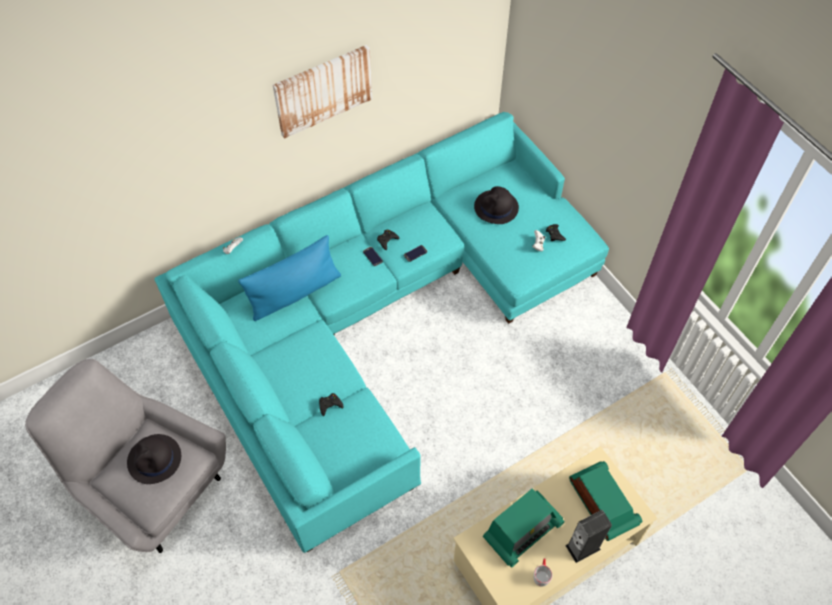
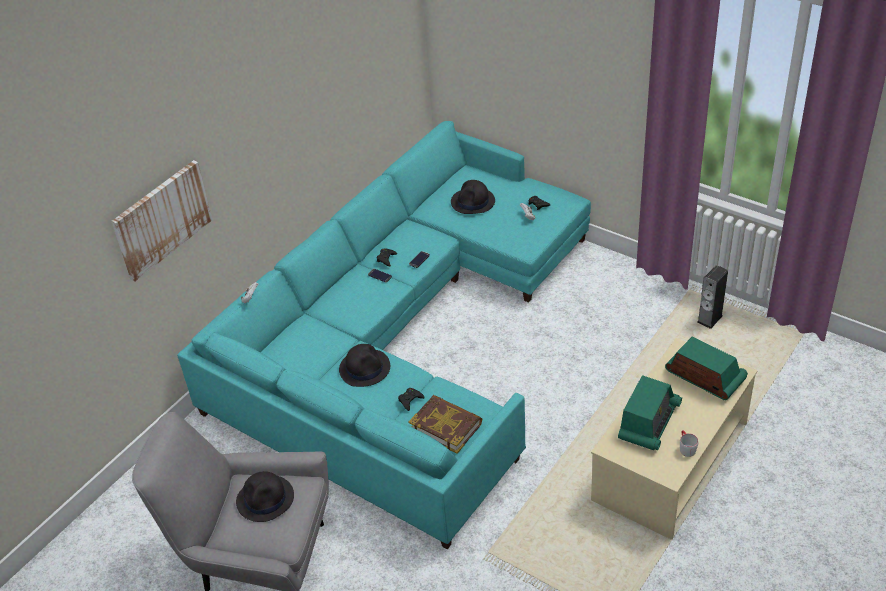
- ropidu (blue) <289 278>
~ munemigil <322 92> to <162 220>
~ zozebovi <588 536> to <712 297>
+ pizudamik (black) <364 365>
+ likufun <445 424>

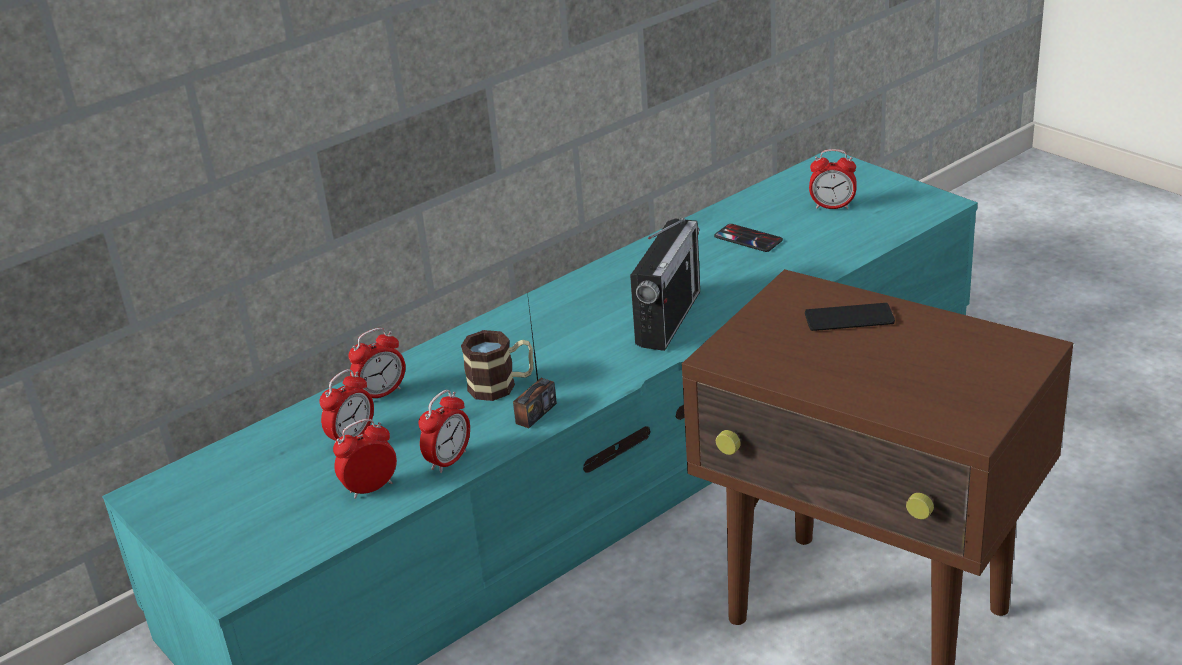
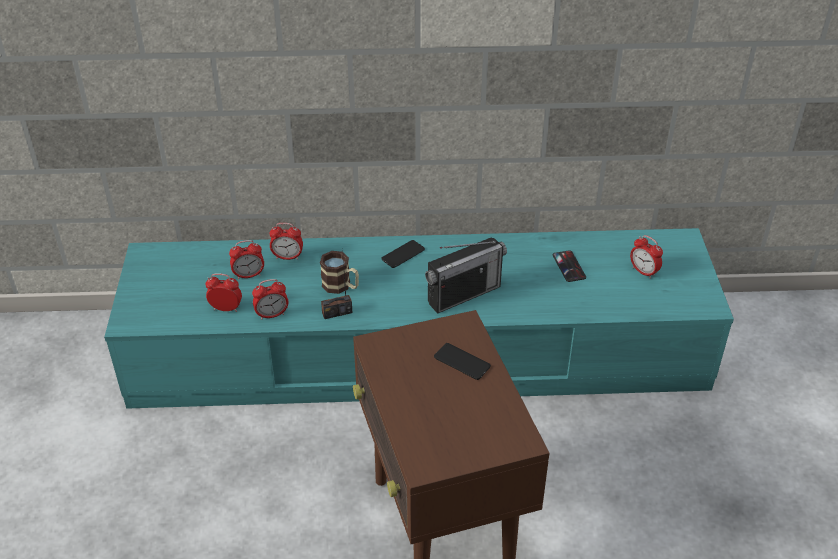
+ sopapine <403 254>

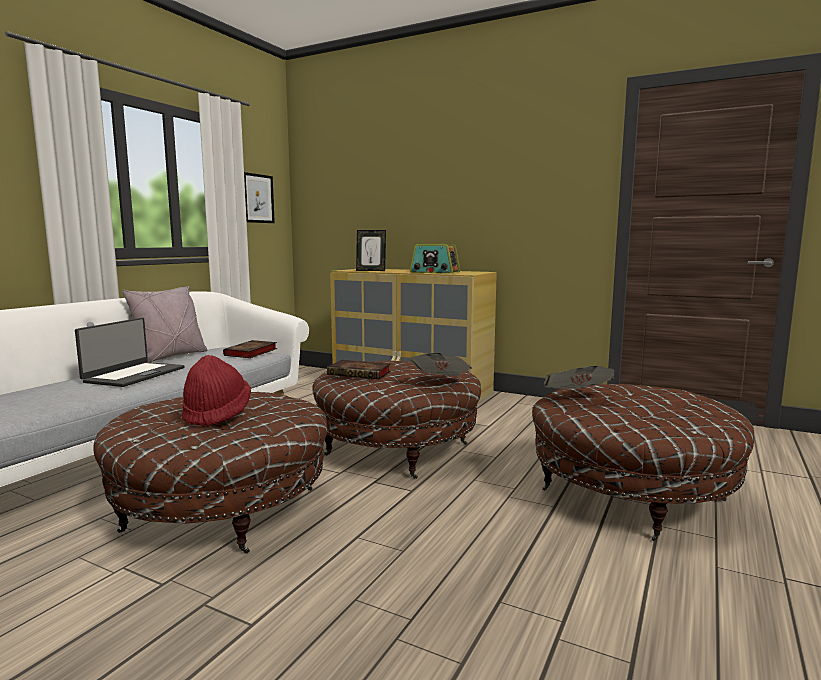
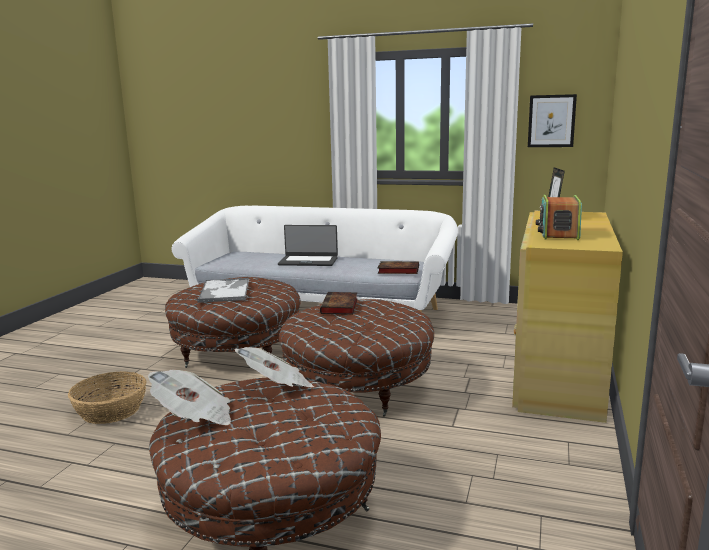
- ropidu (purple) <164 324>
~ pizudamik (red) <216 390> to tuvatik <223 290>
~ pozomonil <440 364> to <189 397>
+ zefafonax <107 397>

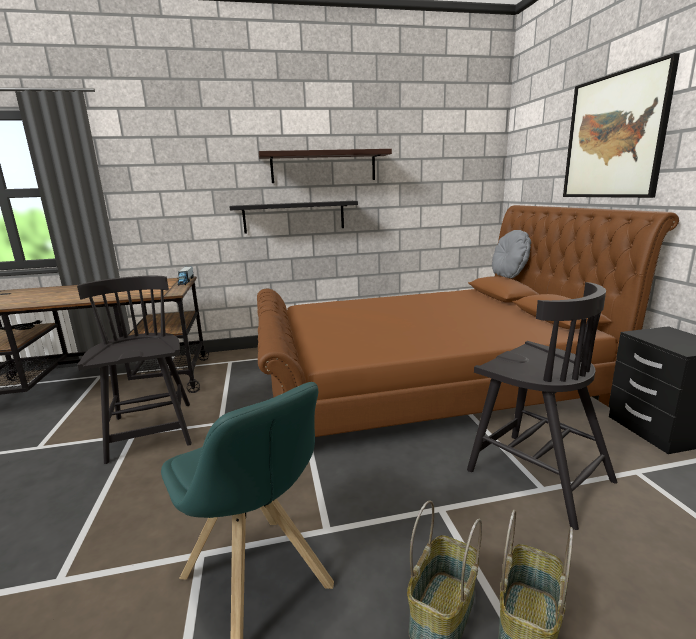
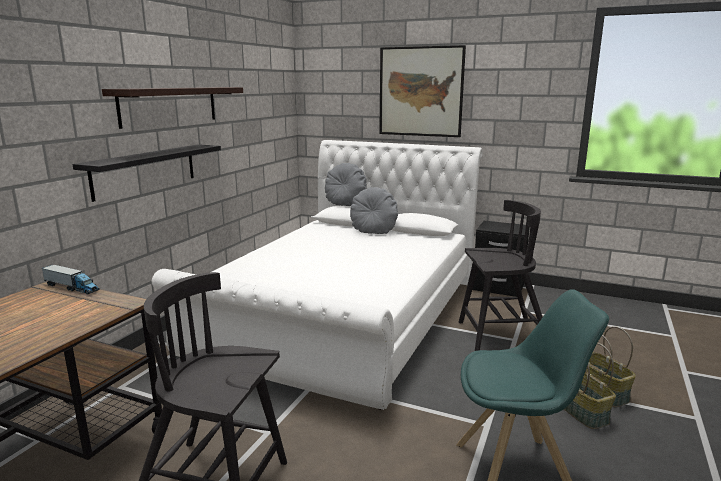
~ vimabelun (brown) <468 321> to vimabelun (white) <317 275>
+ ropidu (grey) <374 210>

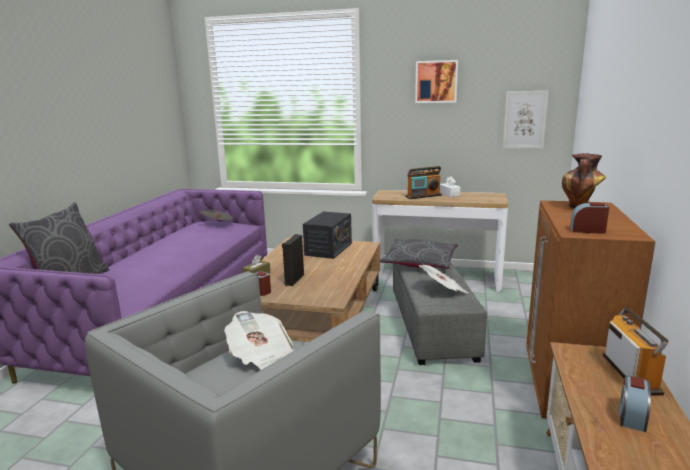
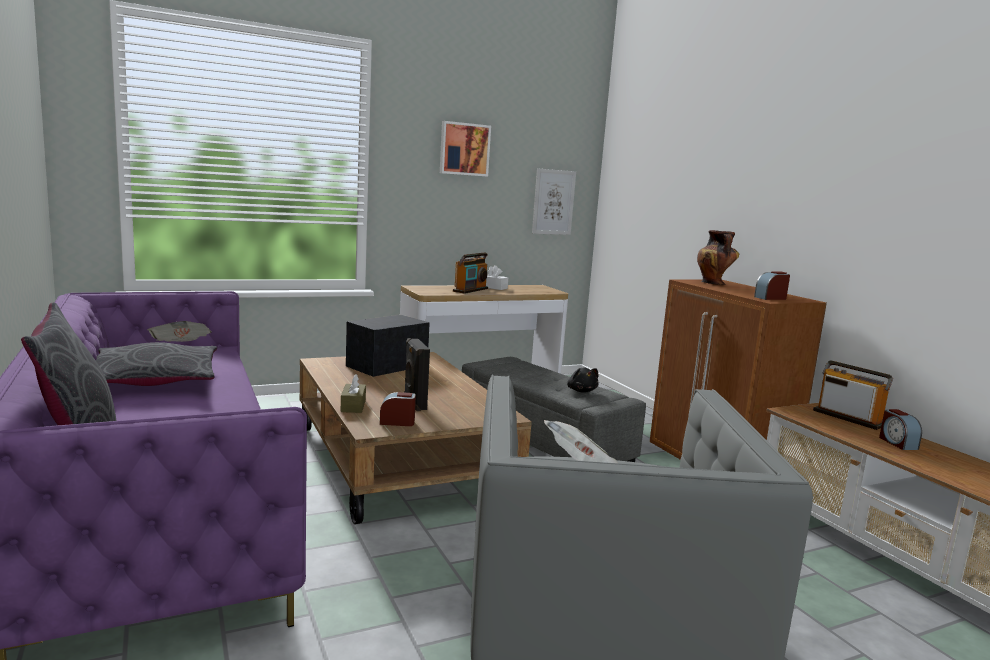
~ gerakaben <327 235> = <388 346> 120 degrees counterclockwise
~ ropidu (grey) <418 254> to <156 364>
~ pozomonil <443 279> to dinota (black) <583 380>

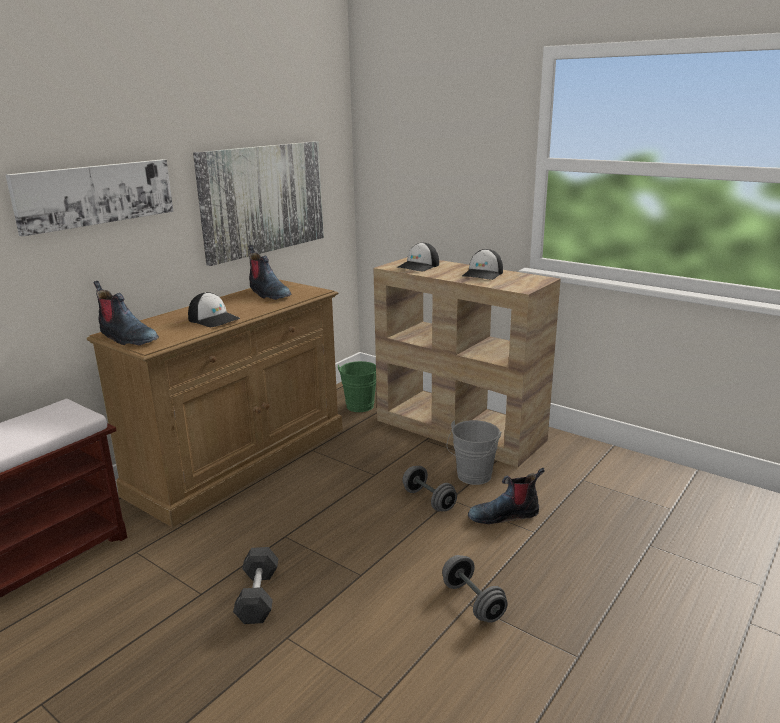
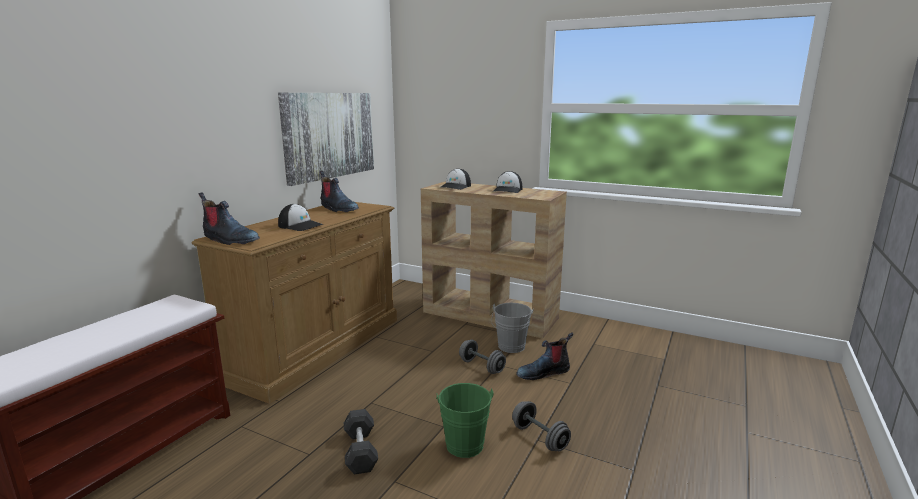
- munemigil <89 198>
~ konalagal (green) <357 386> to <465 420>

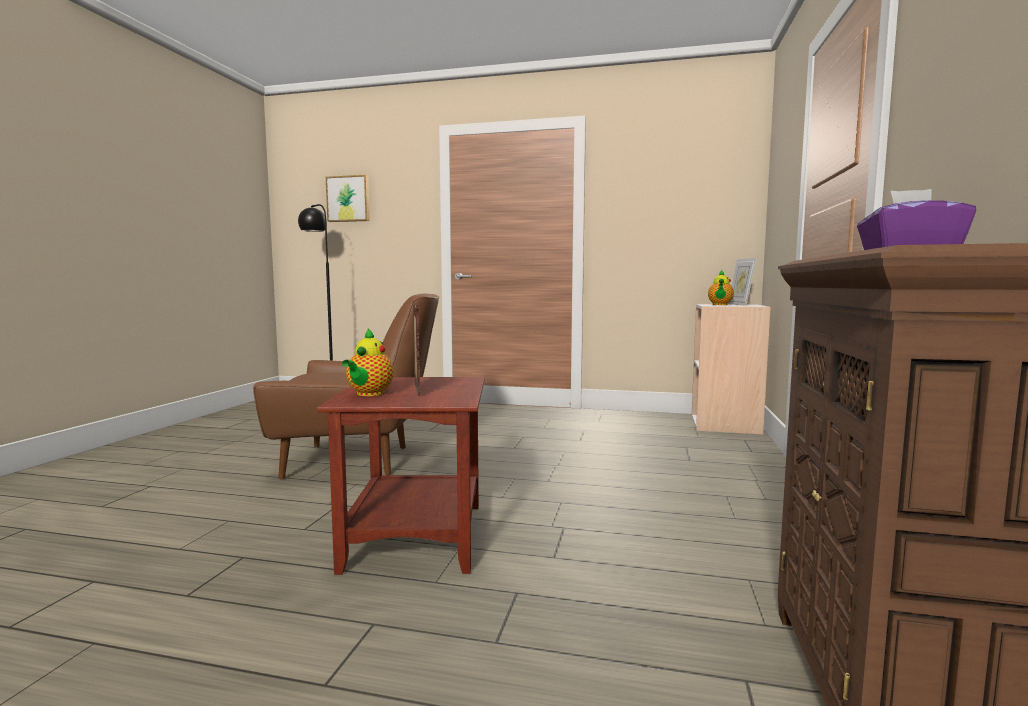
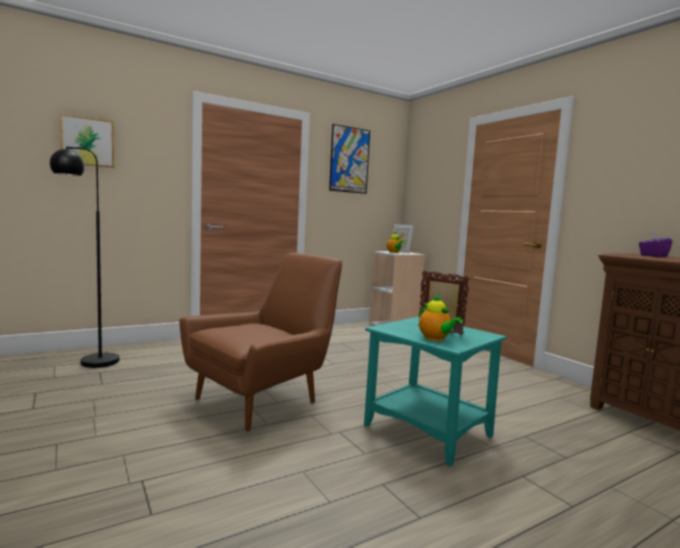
~ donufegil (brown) <401 476> to donufegil (turquoise) <435 391>
+ munemigil <349 159>

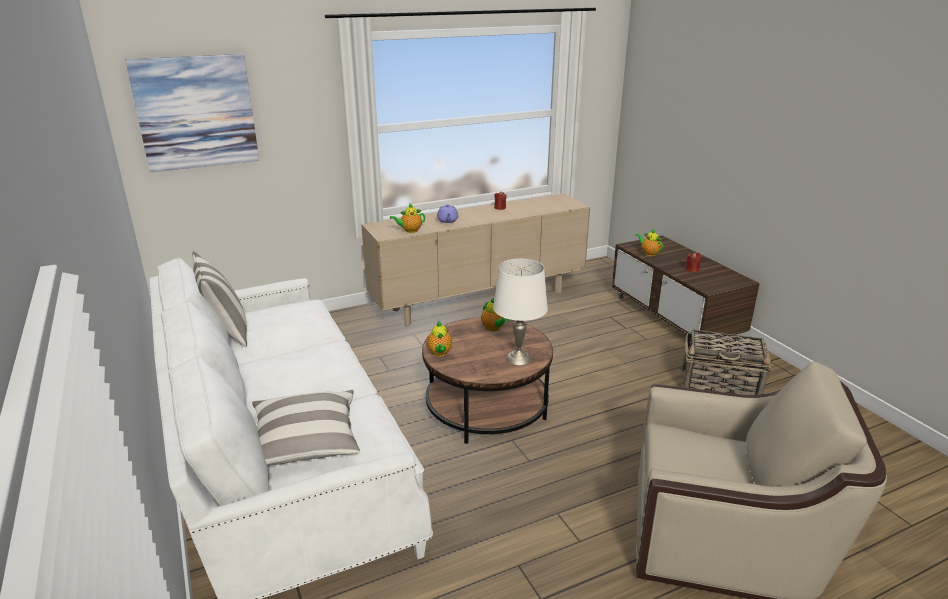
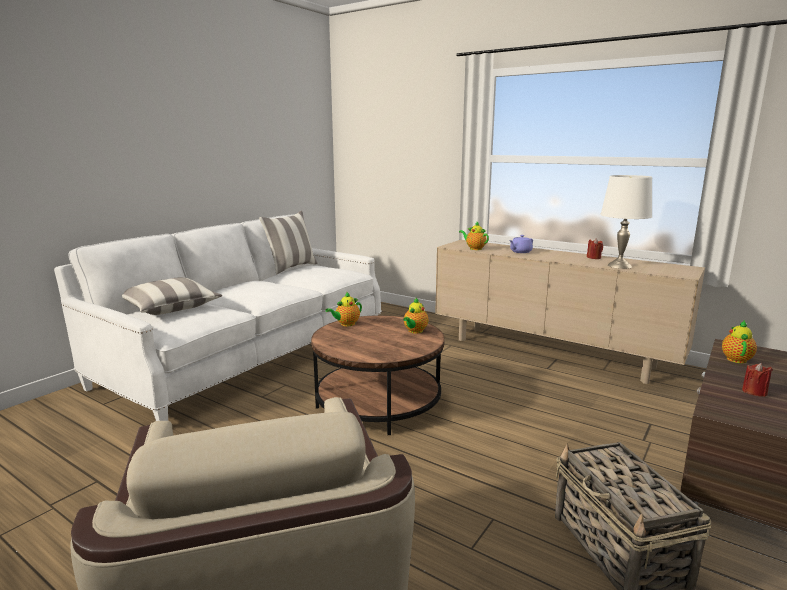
- munemigil <192 113>
~ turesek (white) <520 312> to <626 222>

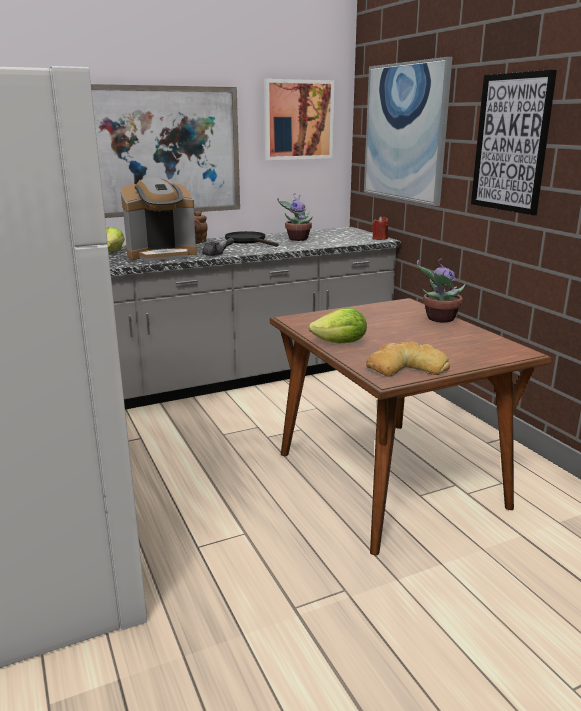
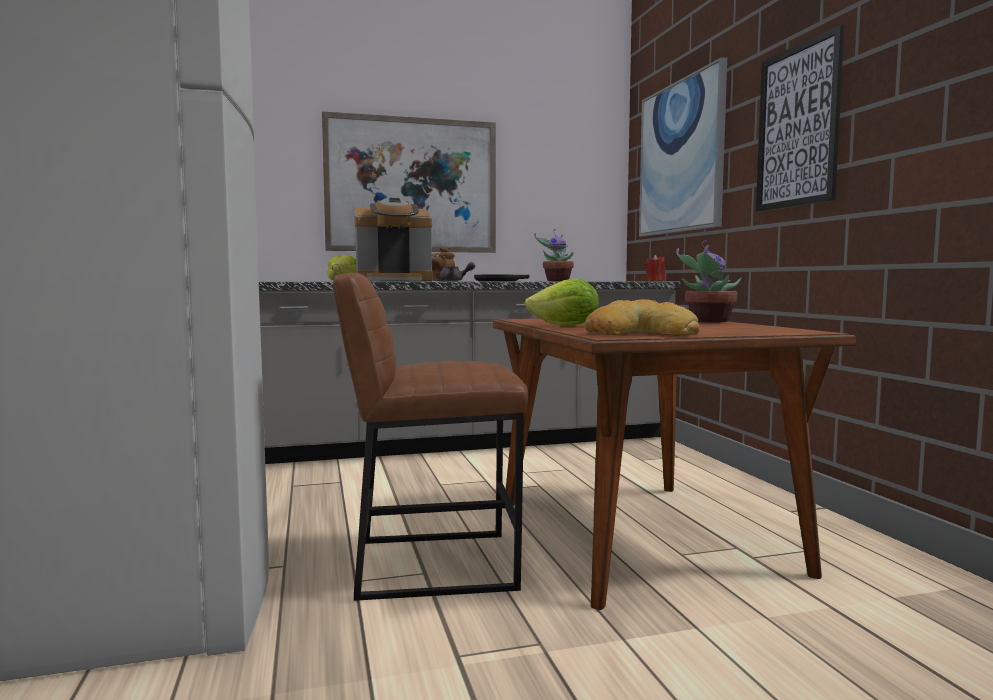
- munemigil <299 119>
+ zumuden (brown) <430 436>

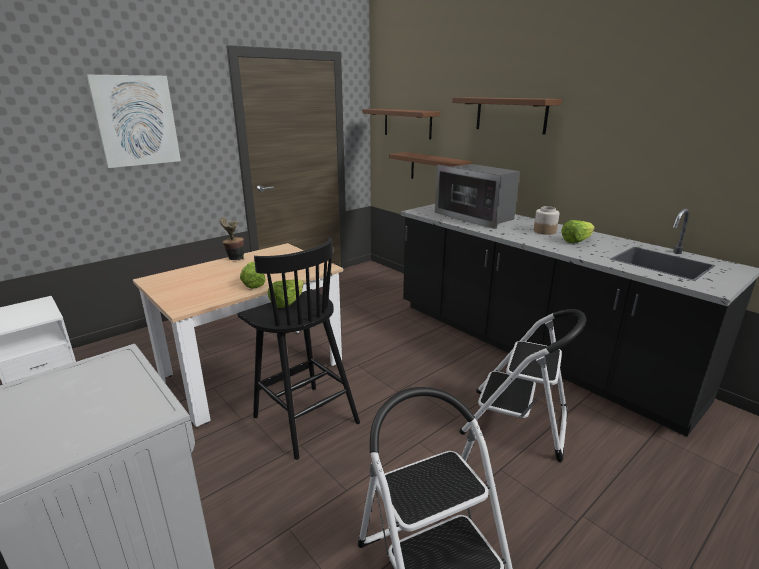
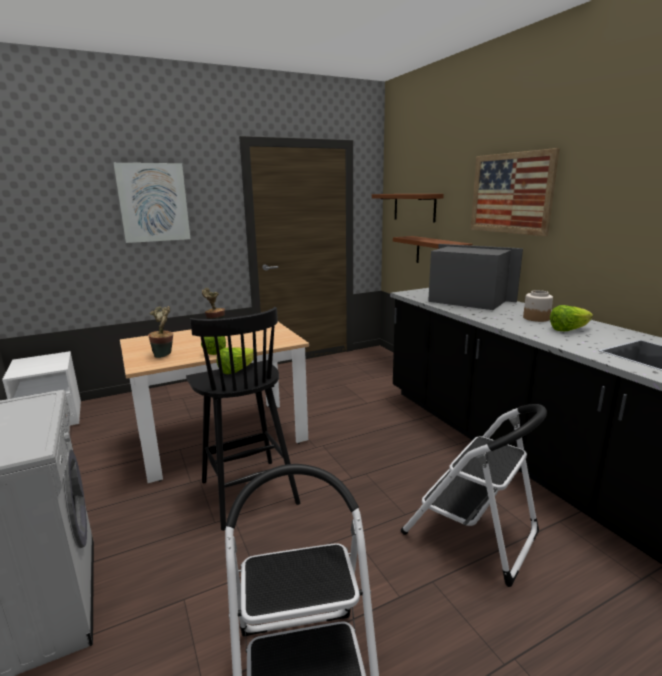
~ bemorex <477 196> = <475 277> 150 degrees clockwise
~ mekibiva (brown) <507 116> to munemigil <515 192>
+ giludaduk <160 332>

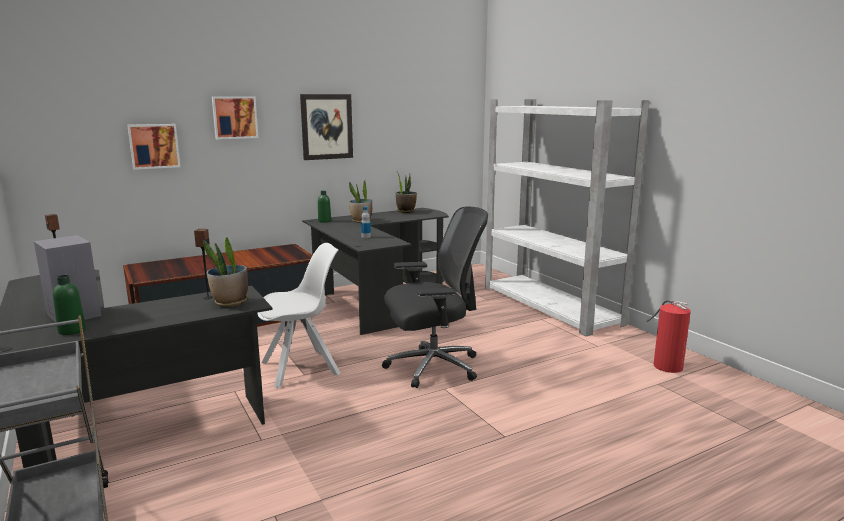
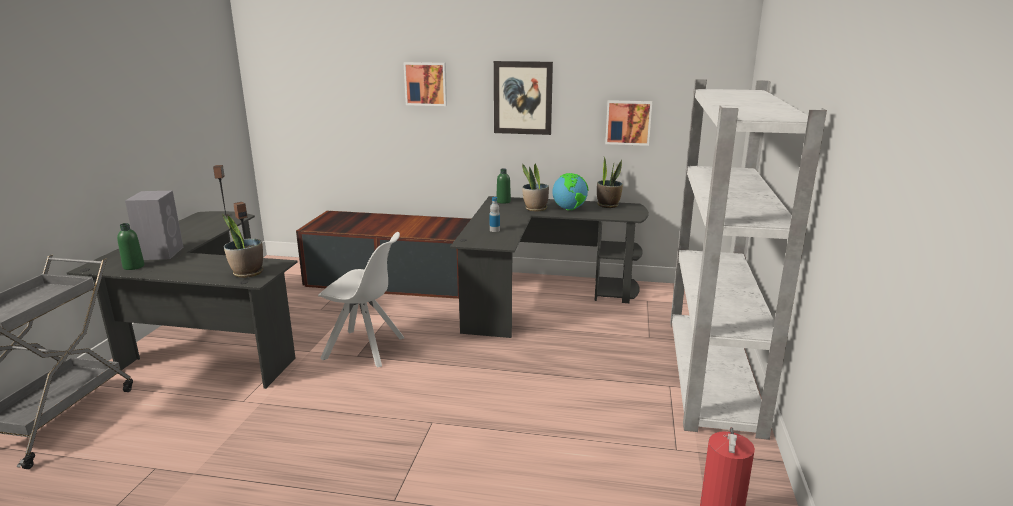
~ munemigil <153 147> to <628 123>
- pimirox <435 297>
+ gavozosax <570 191>

